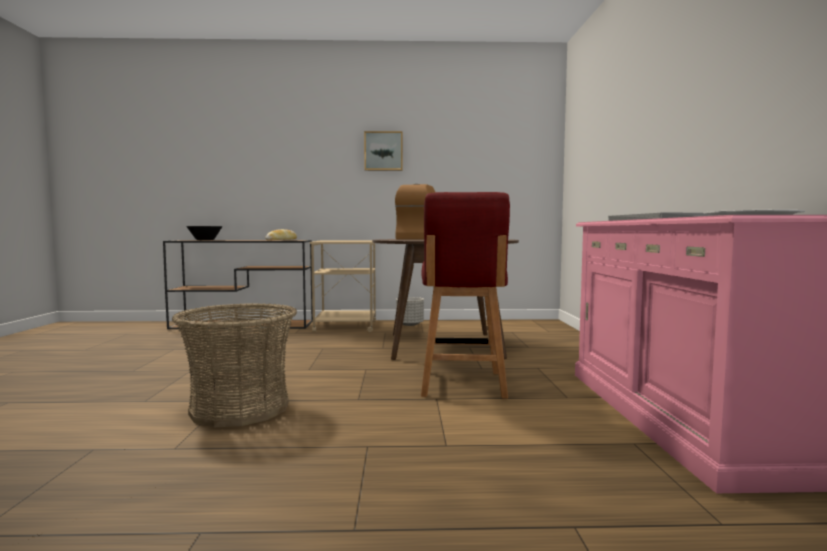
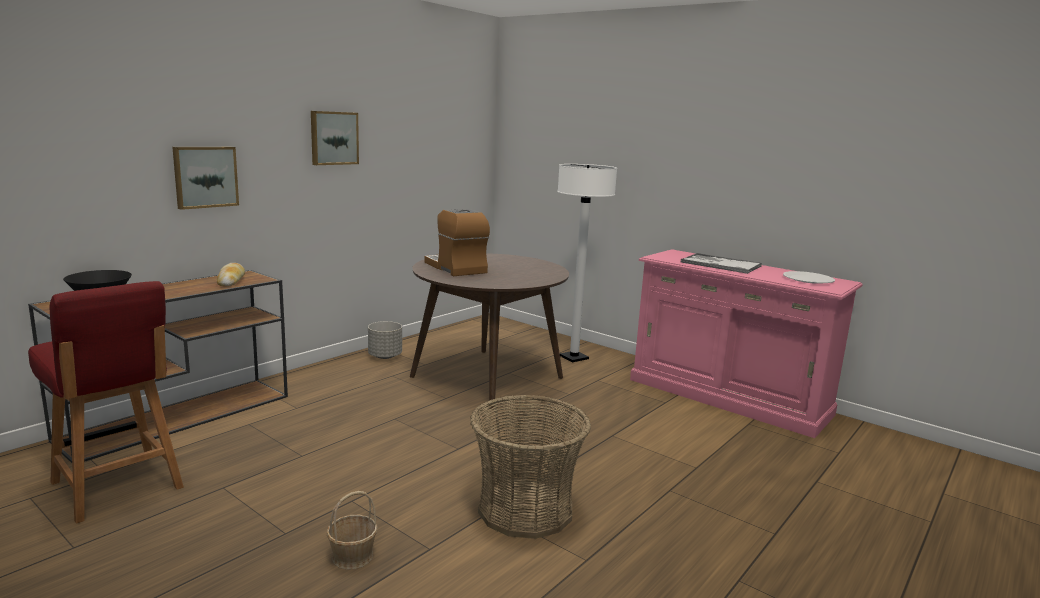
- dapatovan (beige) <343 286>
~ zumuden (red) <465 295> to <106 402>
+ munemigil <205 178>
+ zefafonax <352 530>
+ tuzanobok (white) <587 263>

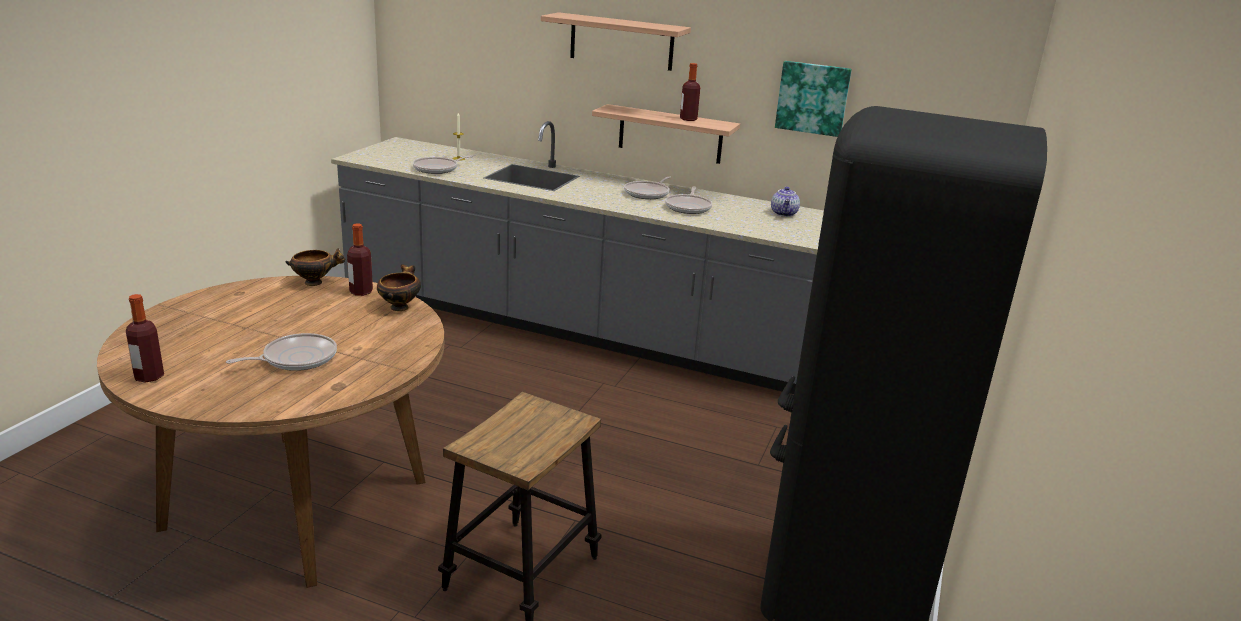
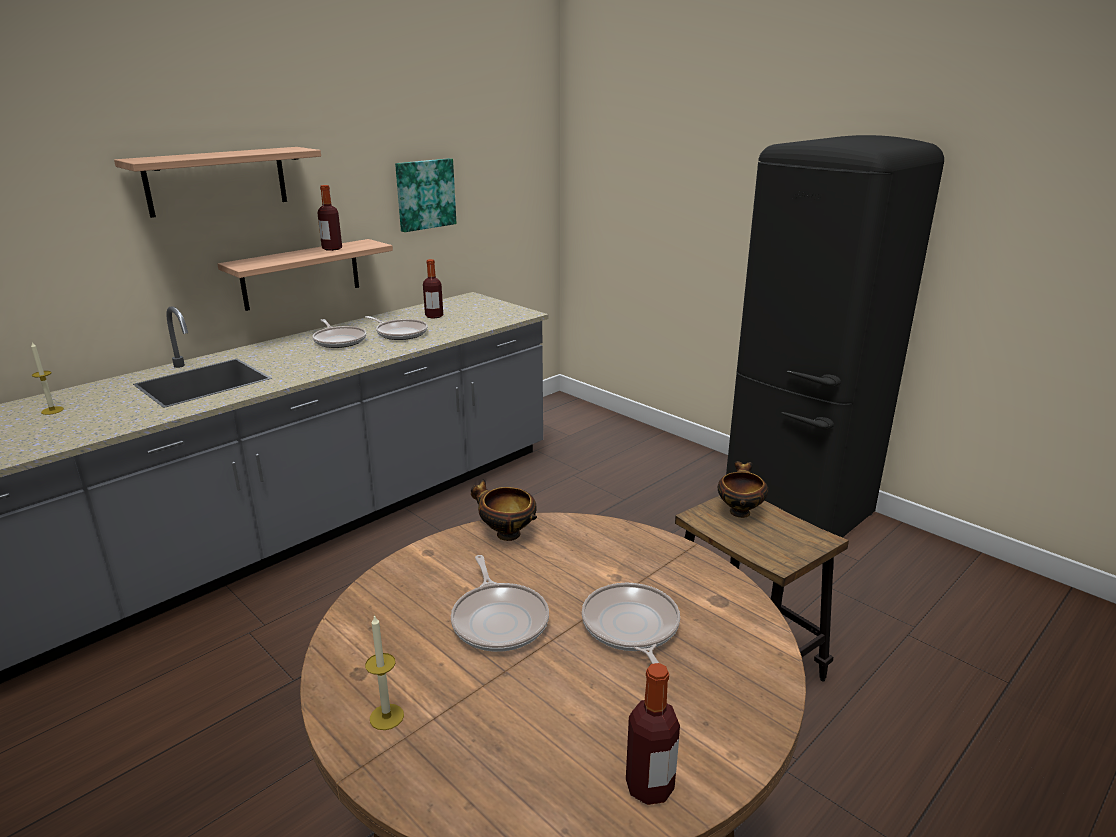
~ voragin <315 267> to <743 489>
~ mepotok <360 259> to <433 289>
~ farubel <443 164> to <500 603>
- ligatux <785 202>
+ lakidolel <384 672>

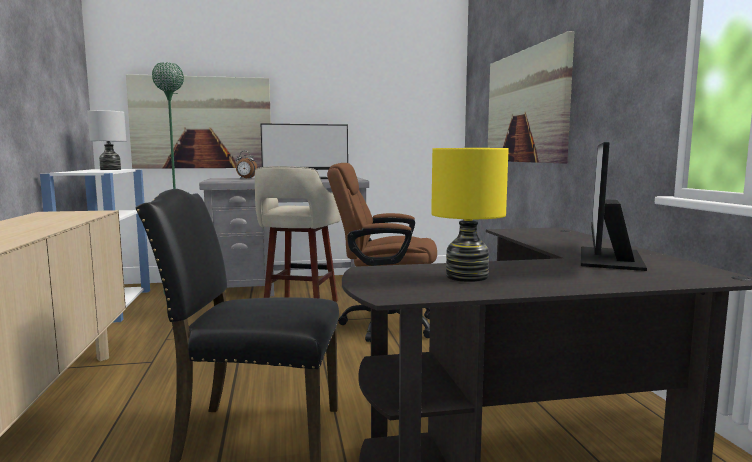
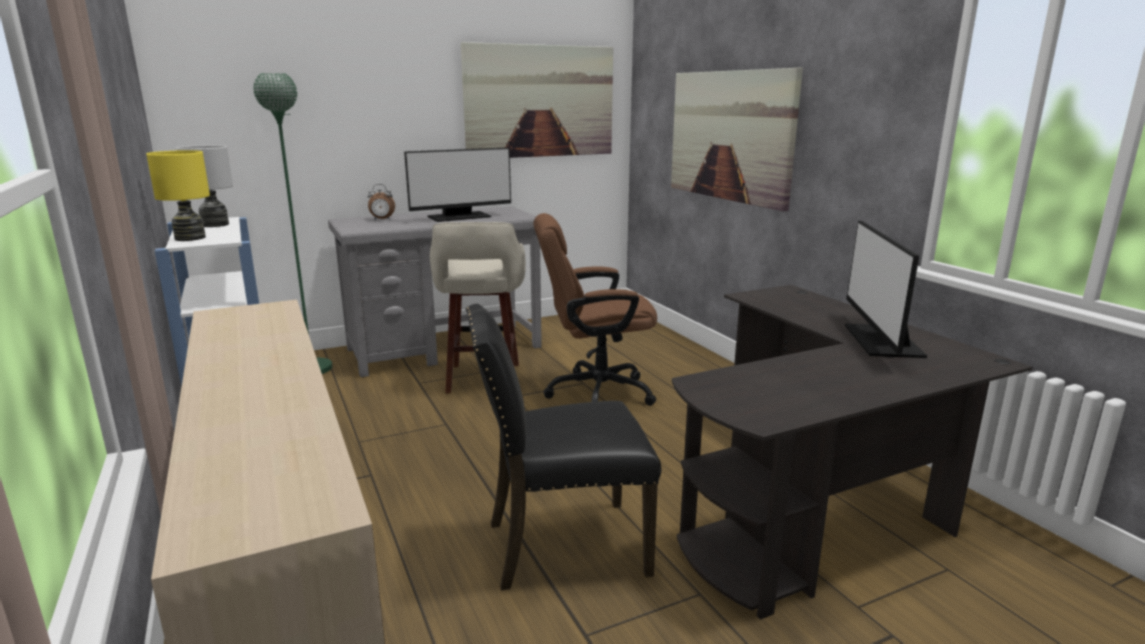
~ munemigil <198 121> to <537 100>
~ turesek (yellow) <470 215> to <178 195>

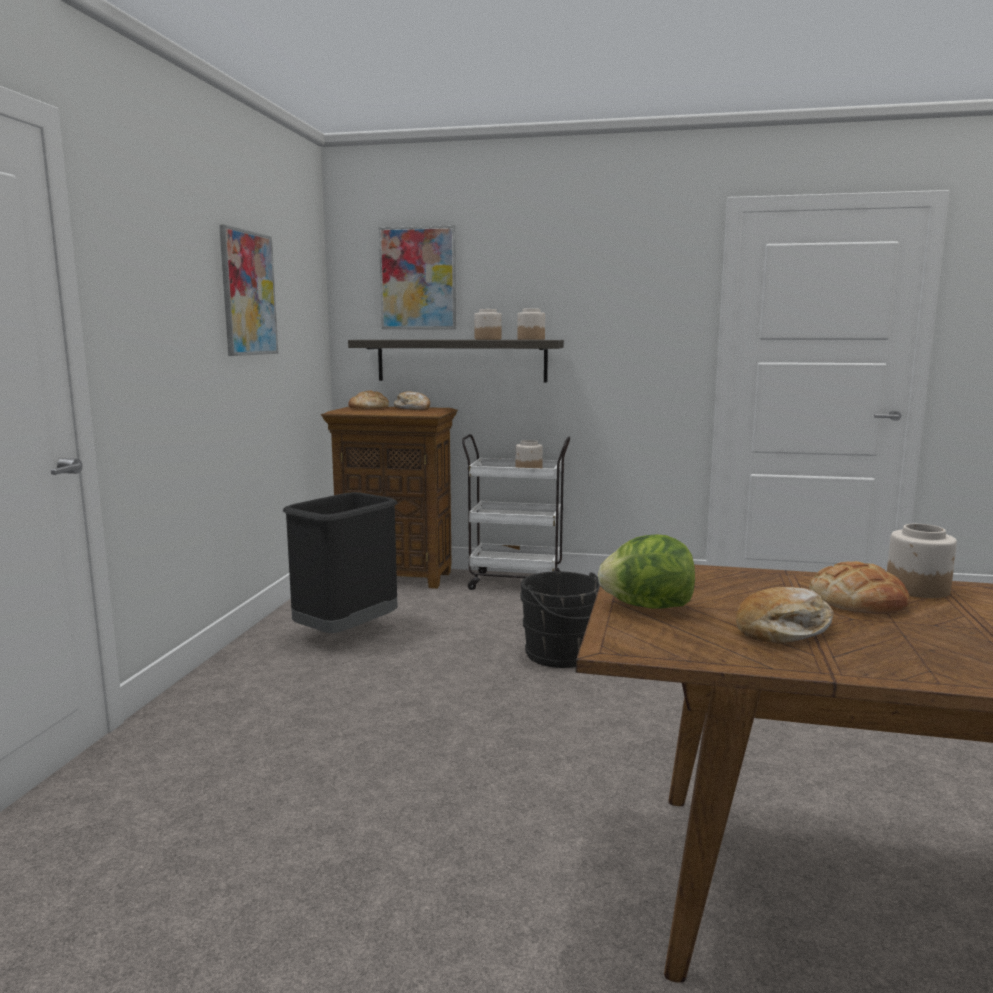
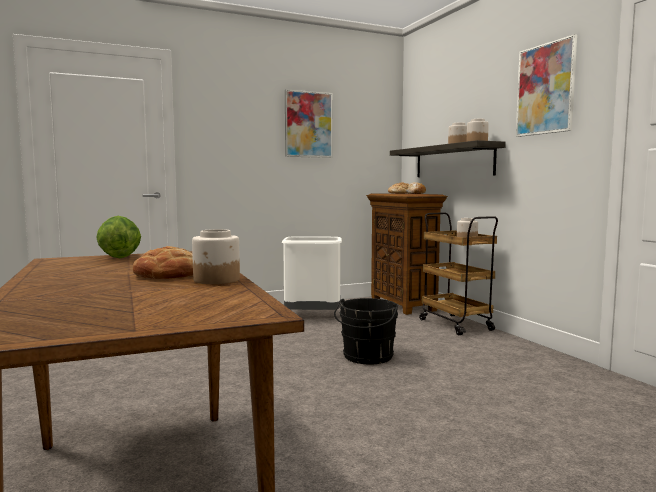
~ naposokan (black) <340 562> to naposokan (white) <312 273>
~ munemigil <417 277> to <546 85>
~ dapatovan (white) <516 512> to dapatovan (brown) <458 273>
- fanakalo <785 615>

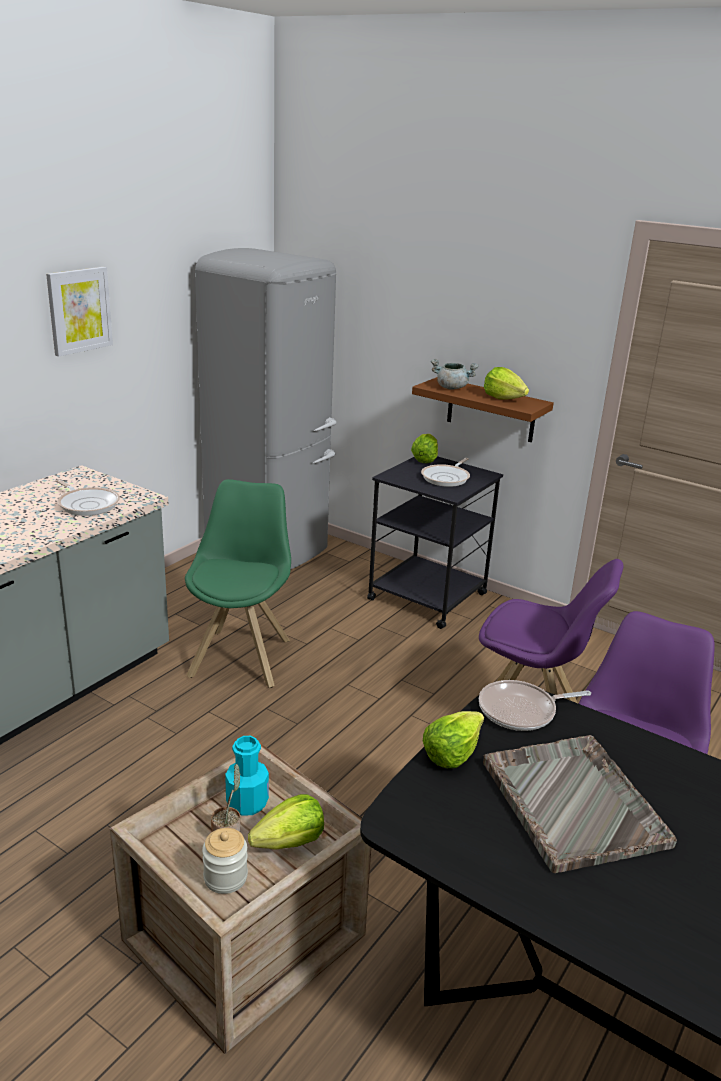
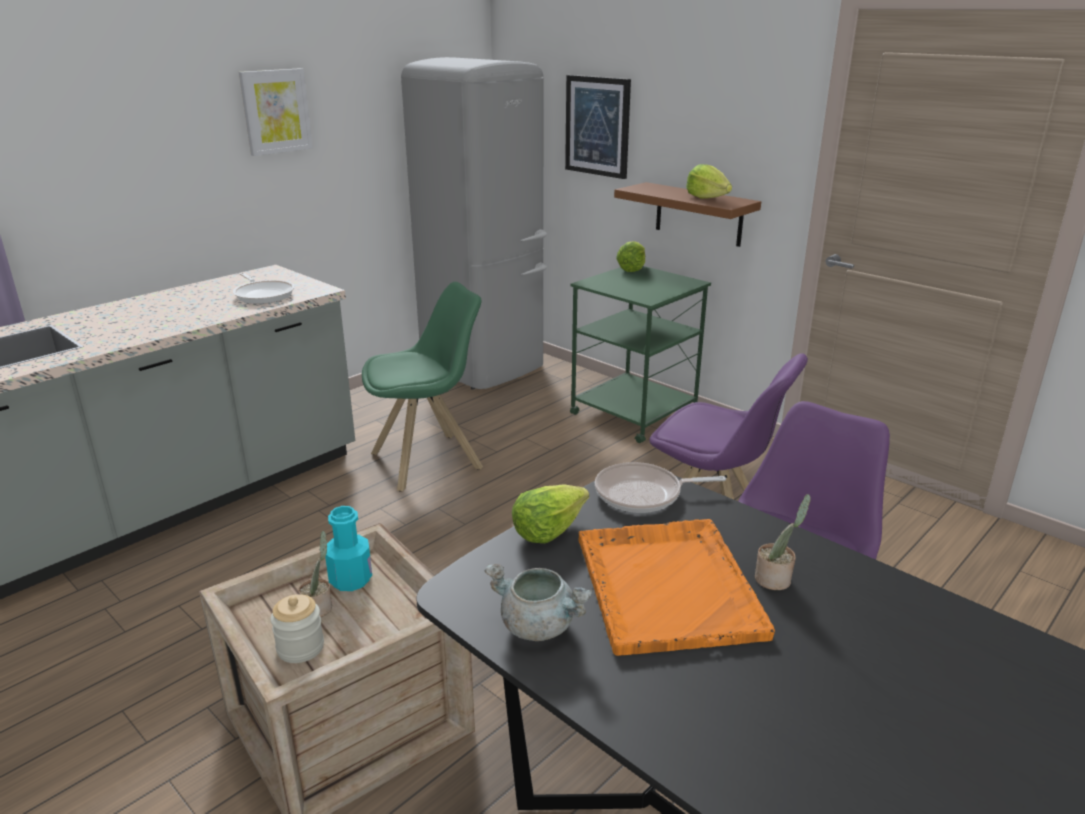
~ zumuden (green) <238 583> = <422 387> 45 degrees clockwise
- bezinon <286 822>
~ dapatovan (black) <435 542> to dapatovan (green) <640 354>
- farubel <445 472>
~ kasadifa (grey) <455 374> to <538 602>
~ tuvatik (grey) <580 804> to tuvatik (orange) <676 587>
+ munemigil <598 127>
+ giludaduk <782 542>

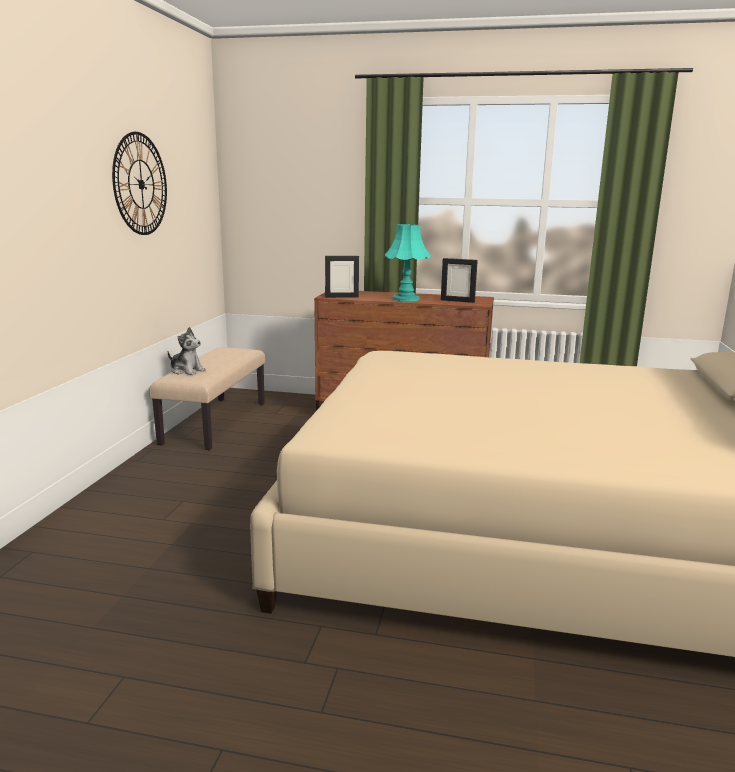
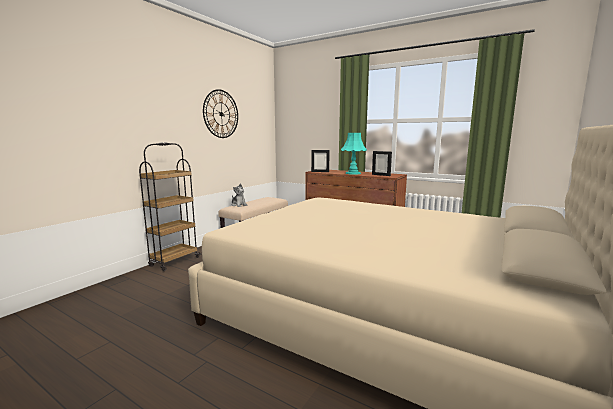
+ dapatovan (brown) <170 207>

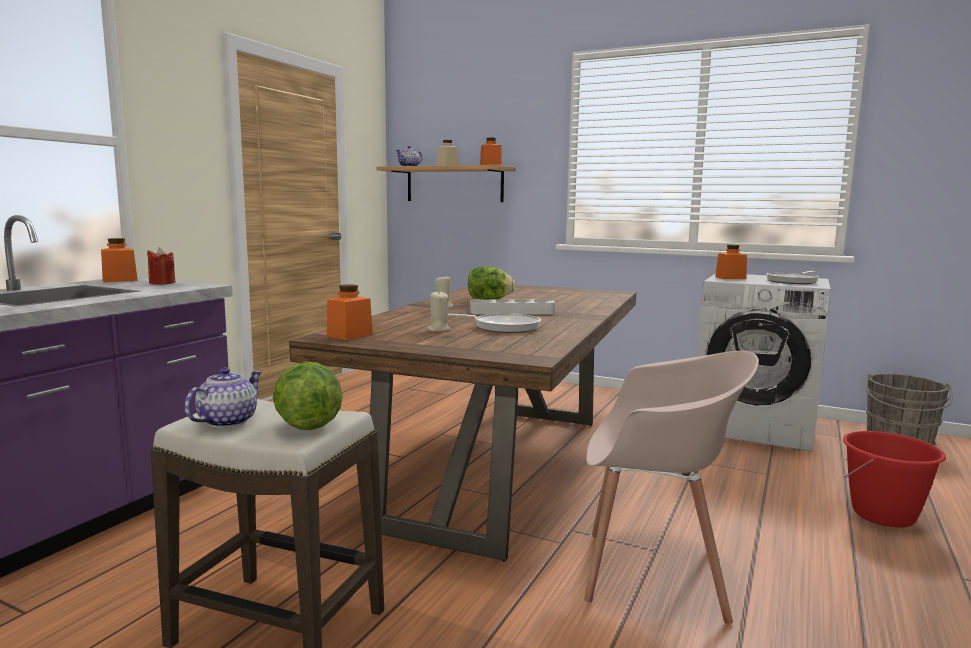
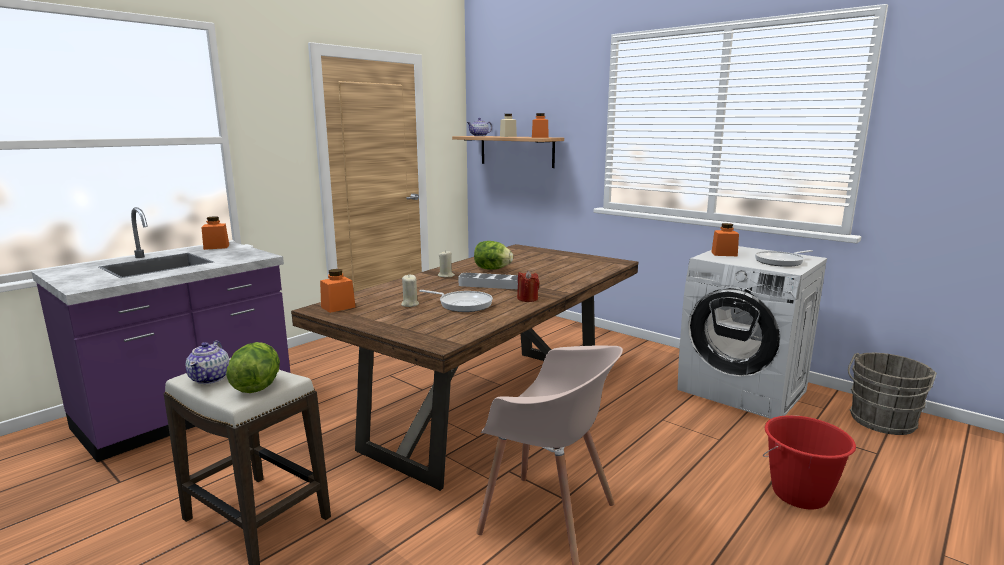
~ lakidolel (red) <161 266> to <528 286>
~ ligatux <224 397> = <208 362> 135 degrees clockwise

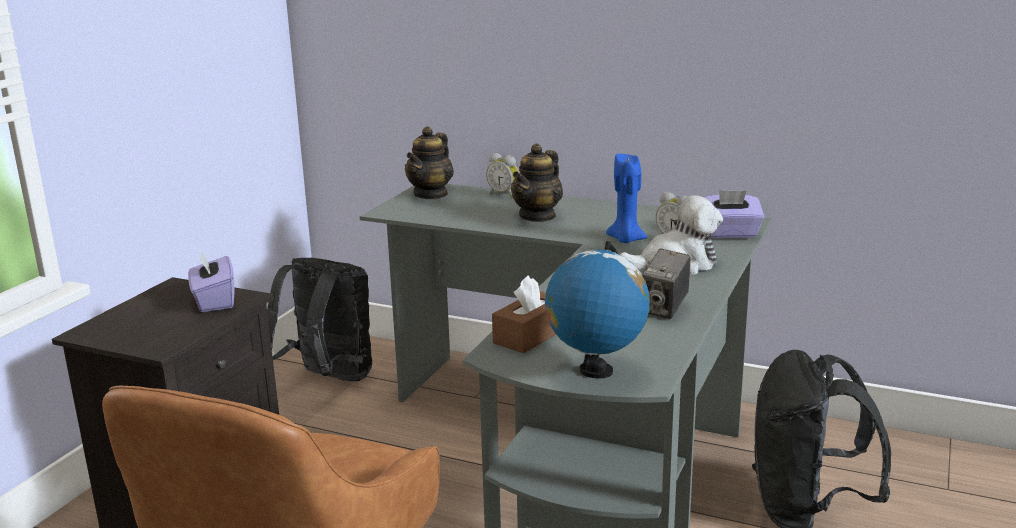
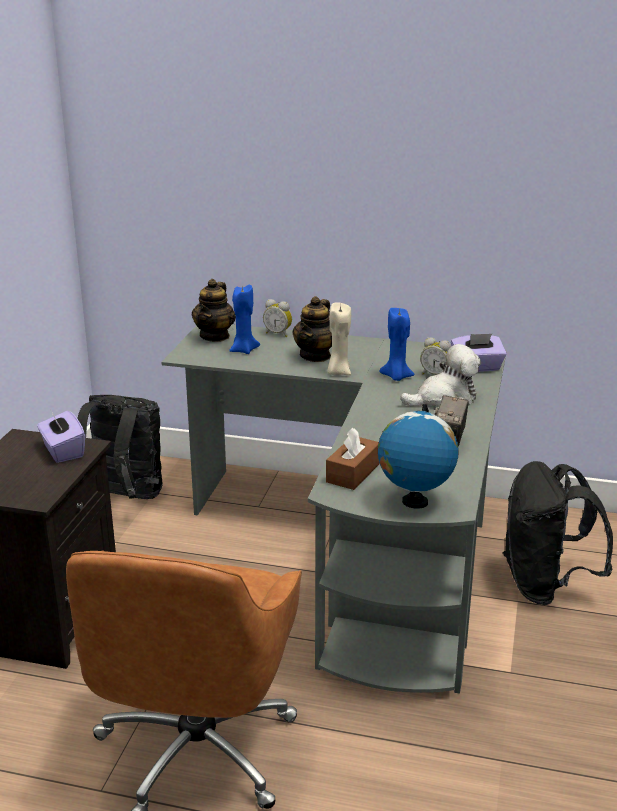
+ lakidolel (blue) <244 319>
+ lakidolel (beige) <339 338>

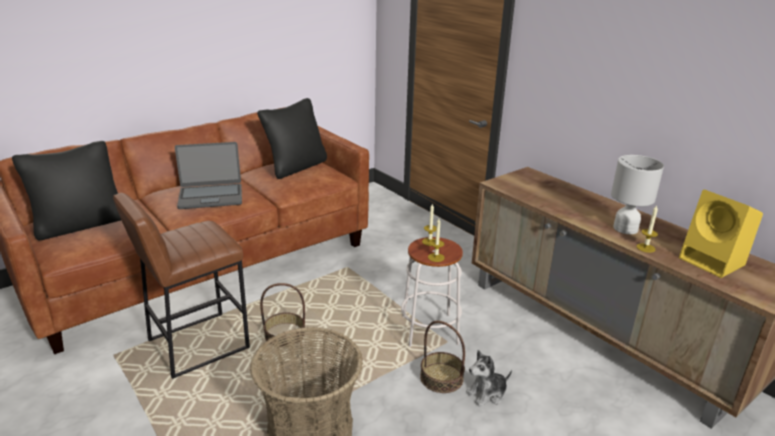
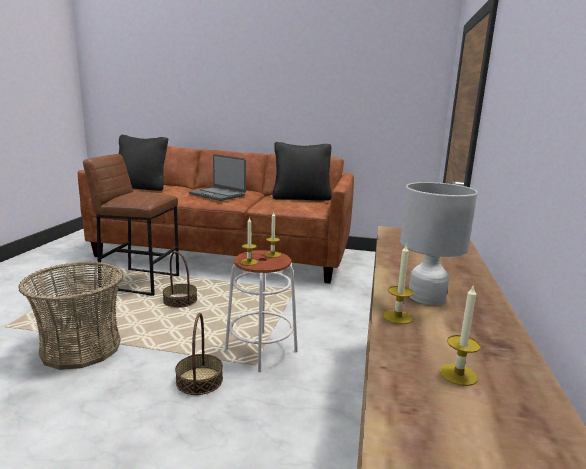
- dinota <489 378>
~ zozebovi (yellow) <721 233> to lakidolel <460 335>

